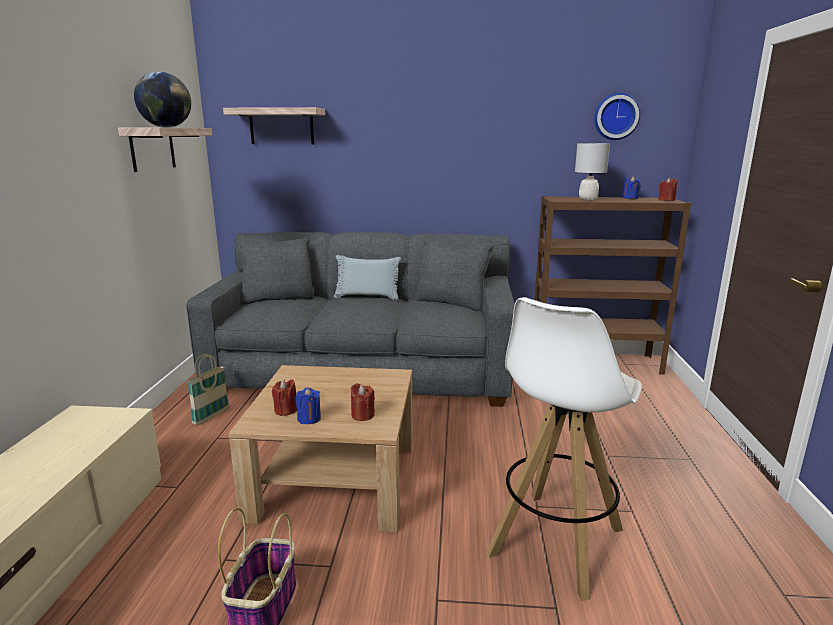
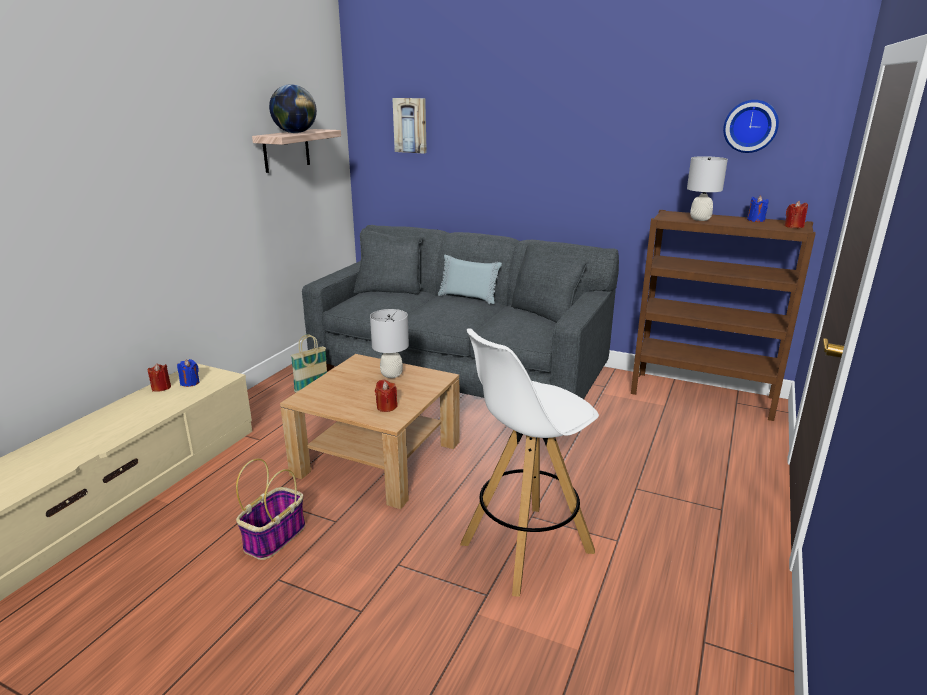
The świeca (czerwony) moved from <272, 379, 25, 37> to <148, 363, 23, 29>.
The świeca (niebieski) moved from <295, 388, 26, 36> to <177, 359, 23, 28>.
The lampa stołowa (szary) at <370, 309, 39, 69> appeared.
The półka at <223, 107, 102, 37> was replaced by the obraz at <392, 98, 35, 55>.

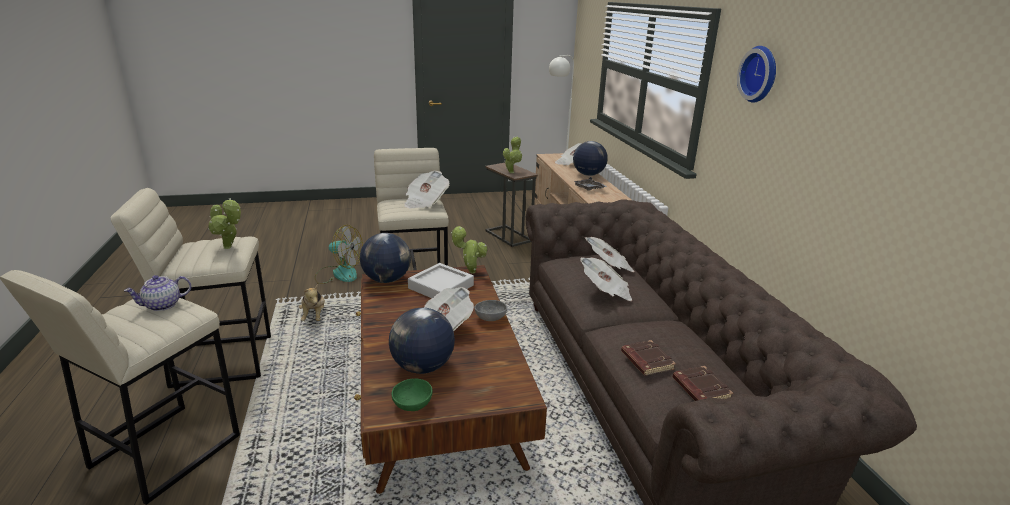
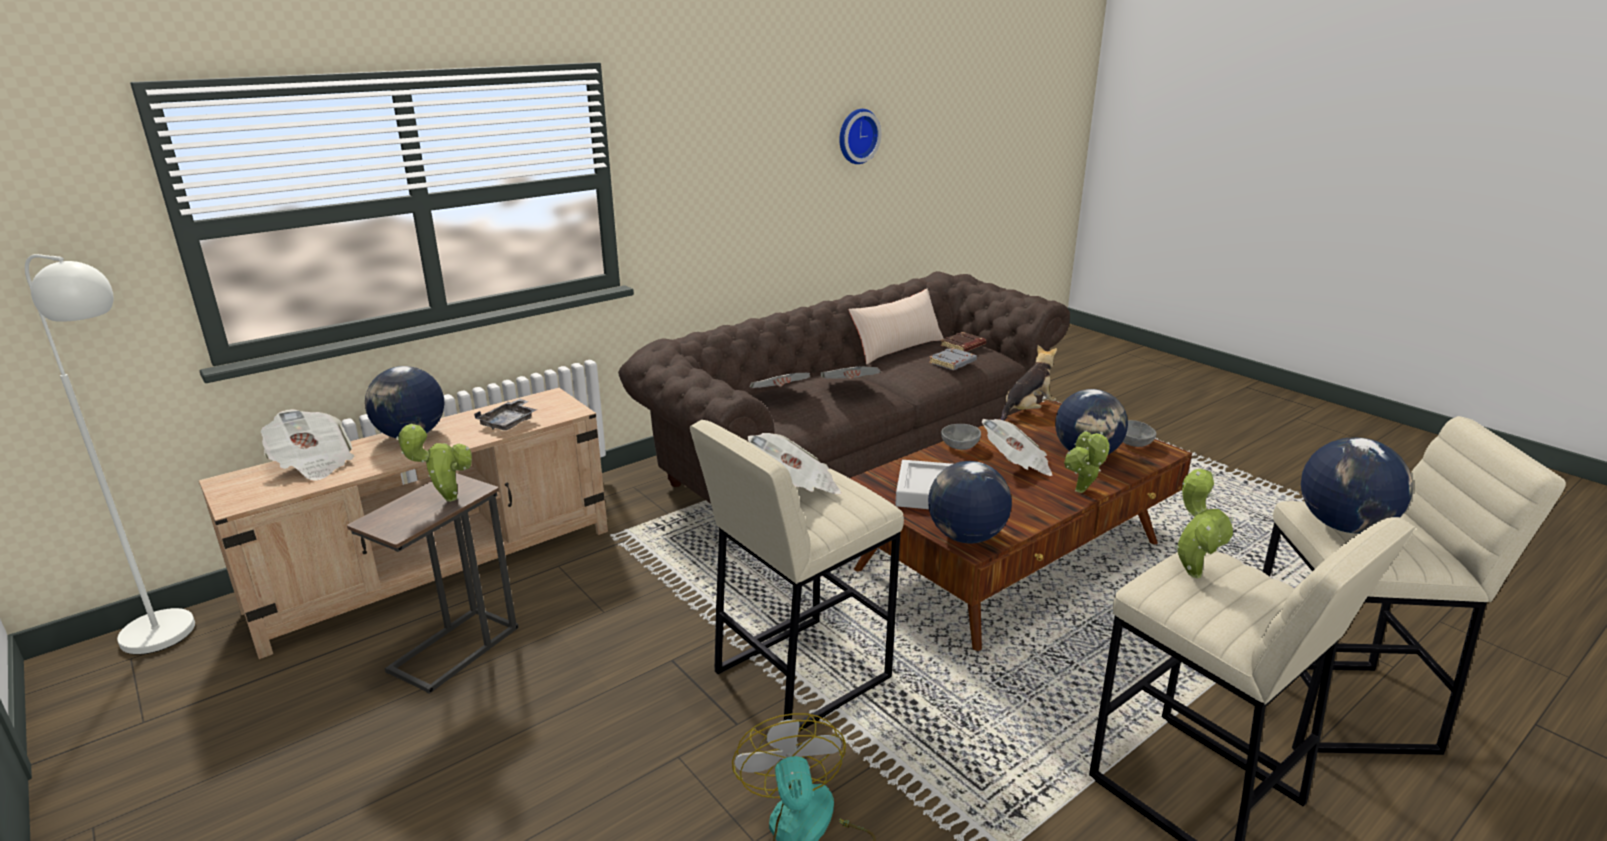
The zegar ścienny moved from <737, 46, 39, 57> to <839, 109, 42, 55>.
The poduszka (beżowy) at <849, 289, 95, 76> appeared.
The książka (brązowy) at <621, 340, 55, 36> became the książka (szary) at <929, 348, 48, 22>.
The pluszak moved from <299, 284, 26, 37> to <1000, 345, 57, 76>.
The roślina doniczkowa moved from <451, 226, 36, 48> to <1064, 431, 46, 62>.
The miska (zielony) at <392, 379, 41, 32> became the miska (szary) at <1123, 420, 33, 27>.
The imbryk at <124, 275, 67, 36> was replaced by the globus at <1301, 437, 112, 97>.

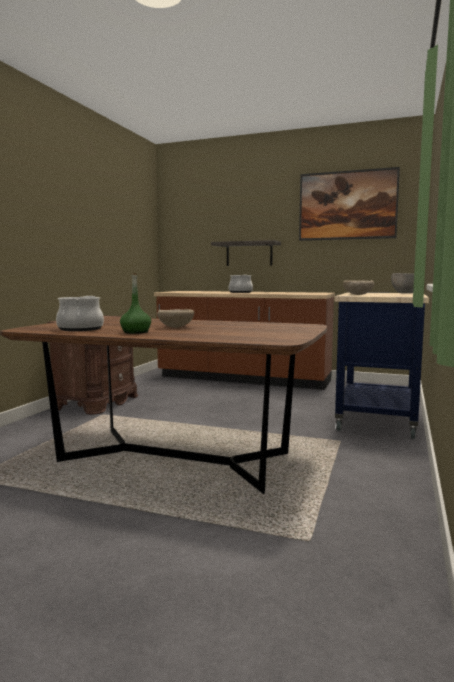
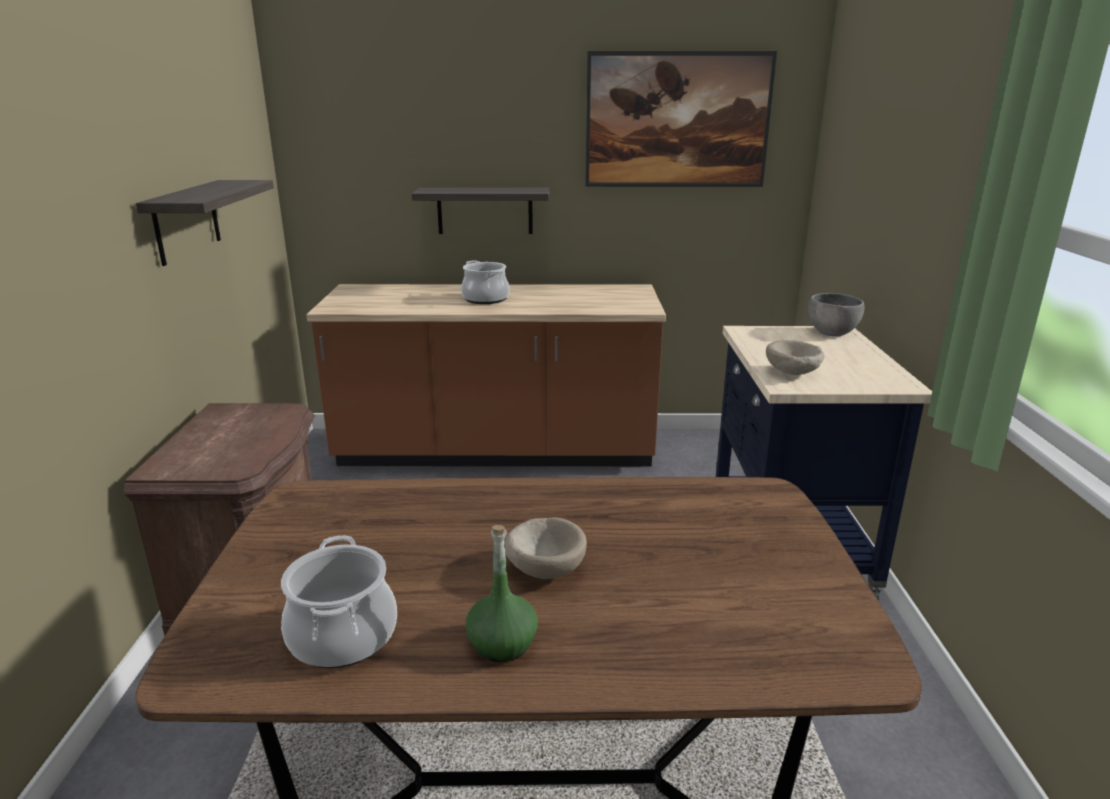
The półka at <136, 180, 138, 86> appeared.

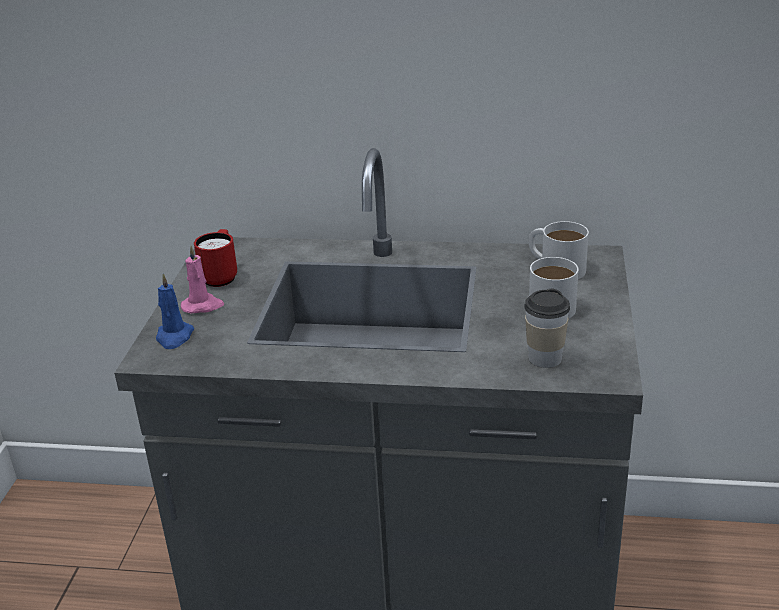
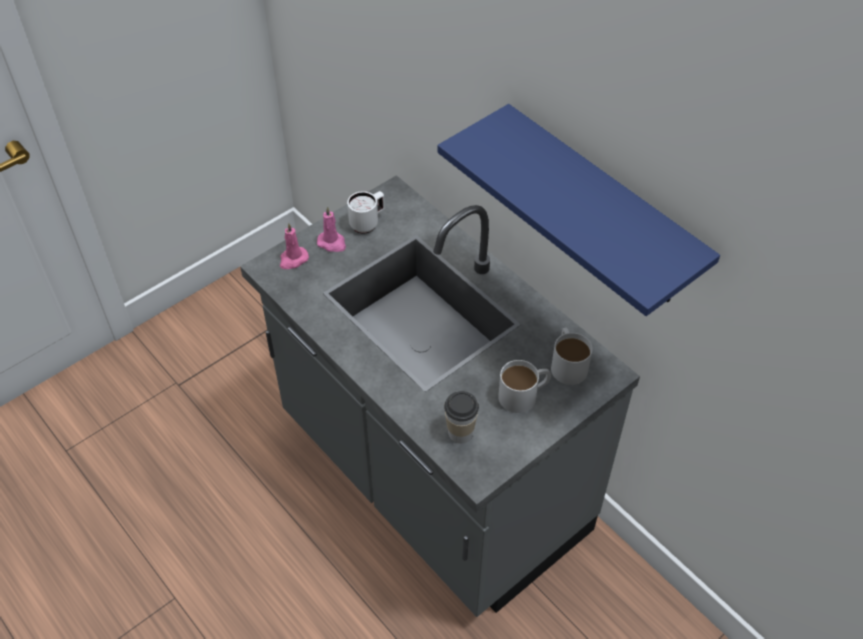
The świeca (niebieski) at <156, 274, 38, 75> became the świeca (różowy) at <280, 223, 29, 46>.
The kubek (czerwony) at <194, 229, 43, 58> became the kubek (biały) at <347, 191, 38, 43>.
The półka (niebieski) at <437, 104, 283, 212> appeared.

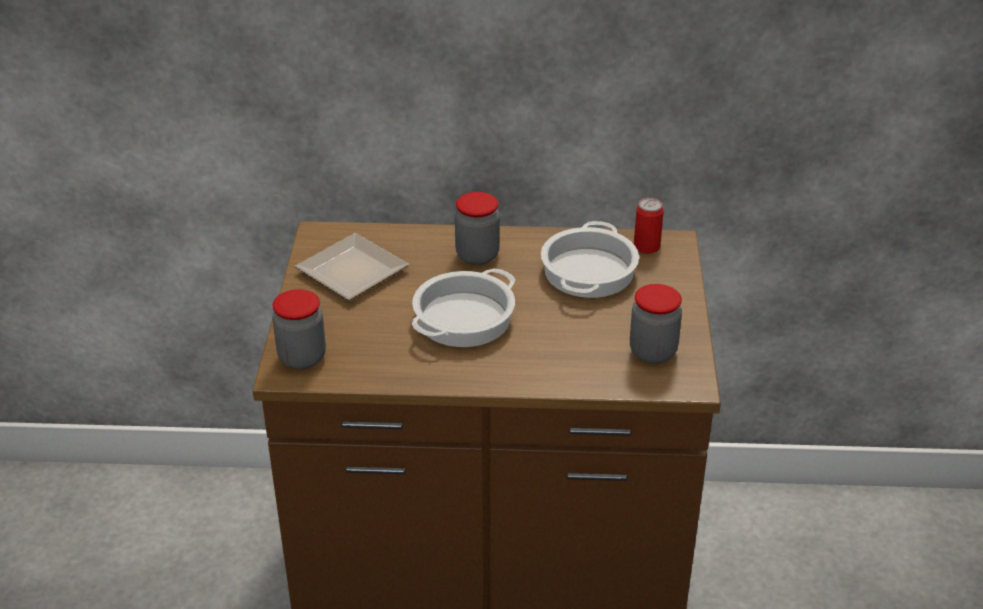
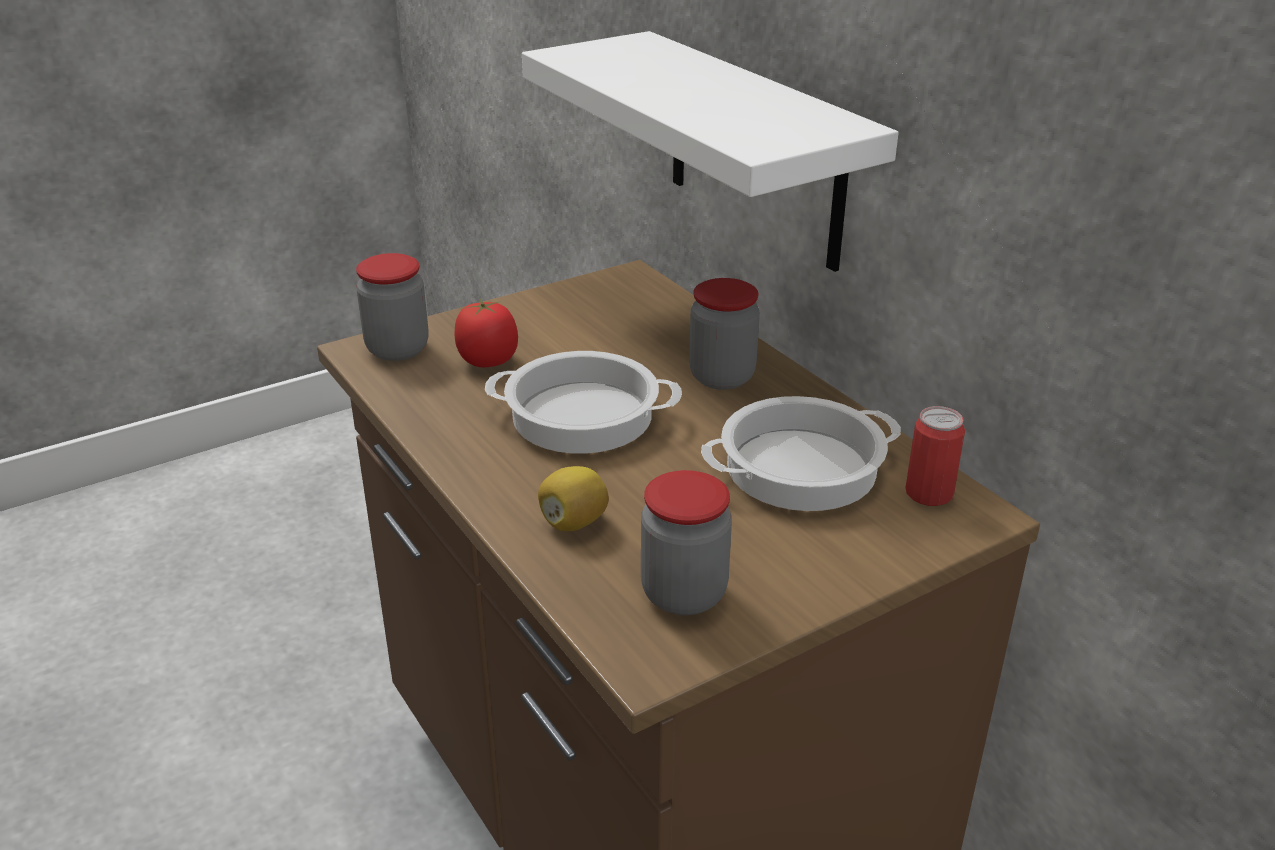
The pomidor at <454, 299, 64, 68> appeared.
The półka (biały) at <522, 31, 376, 241> appeared.
The cytryna at <538, 466, 71, 65> appeared.
The talerz at <295, 233, 114, 67> disappeared.

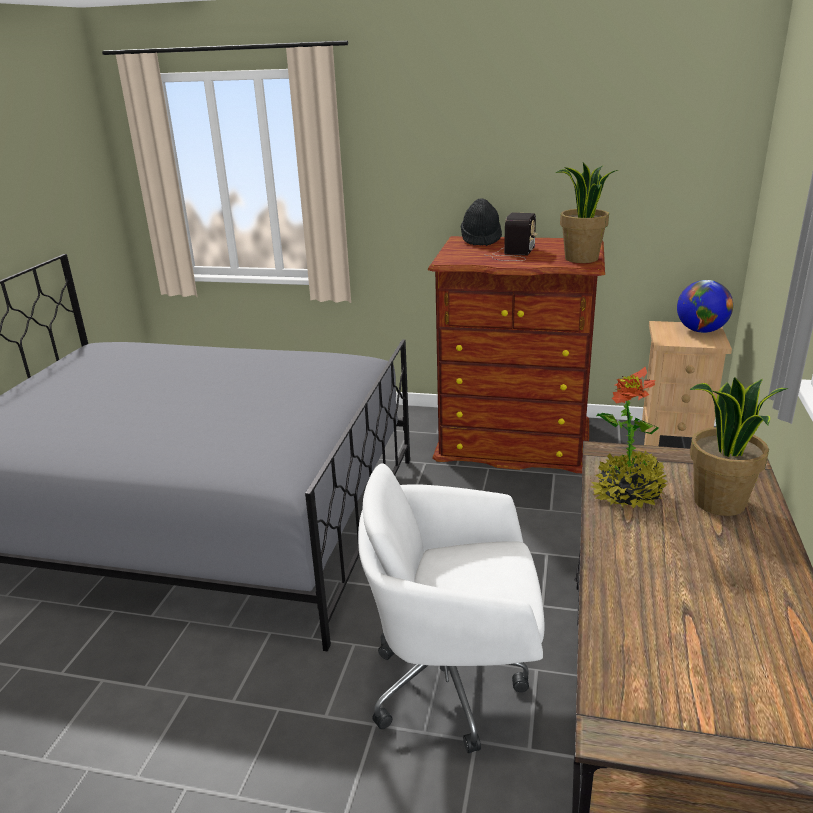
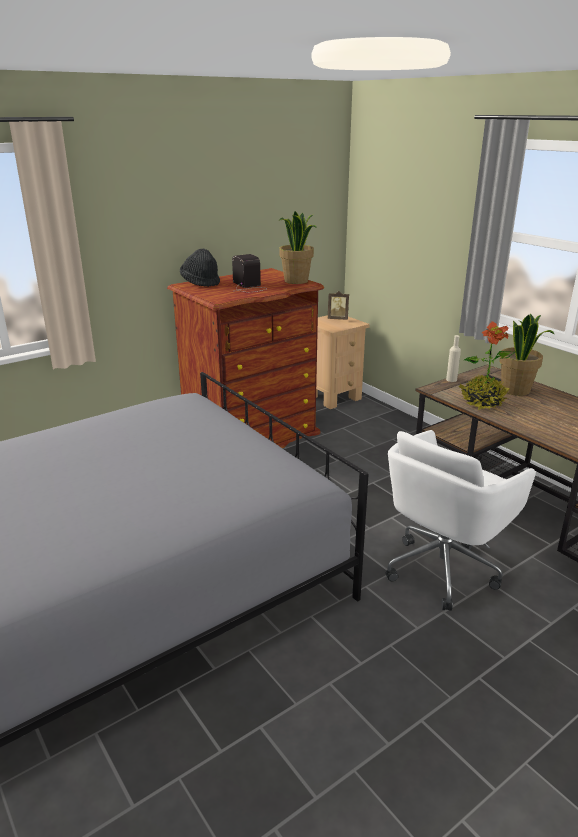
The globus at <677, 280, 56, 53> was replaced by the ramka na zdjęcie at <328, 291, 21, 29>.
The butelka (beżowy) at <446, 335, 15, 47> appeared.

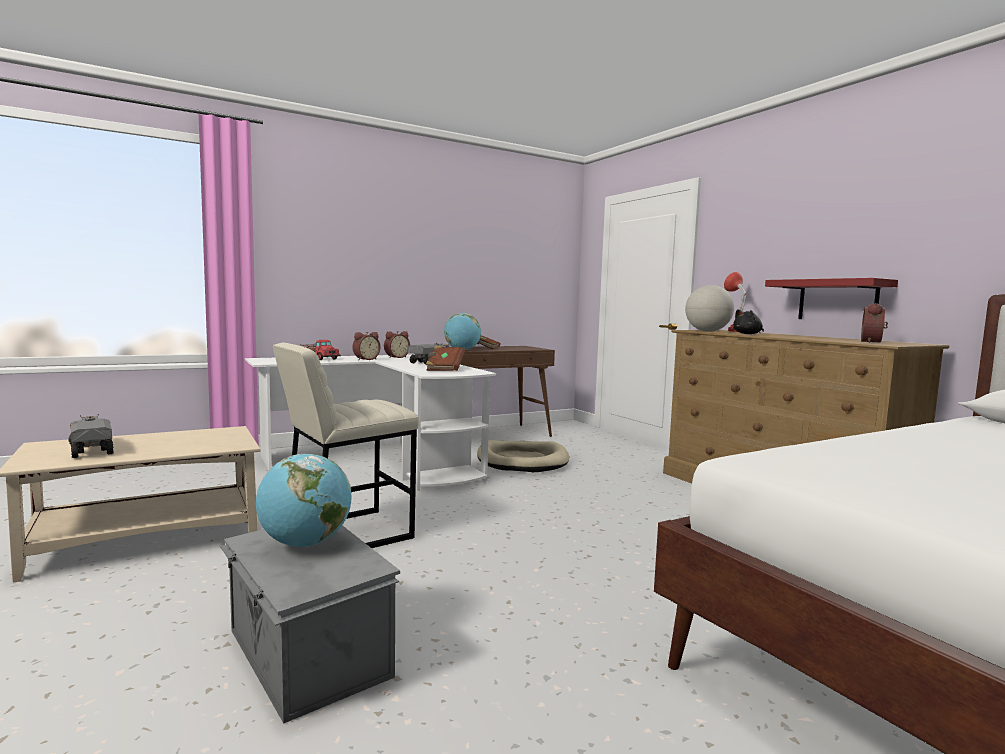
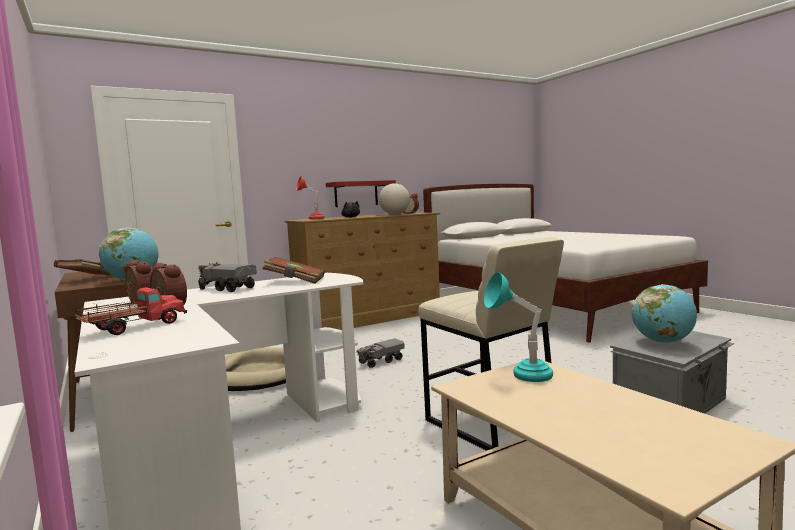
The ciężarówka zabawkowa moved from <69, 414, 45, 44> to <356, 338, 49, 30>.
The globus moved from <685, 285, 49, 47> to <379, 183, 31, 32>.
The lampa stołowa (turkusowy) at <484, 272, 69, 110> appeared.

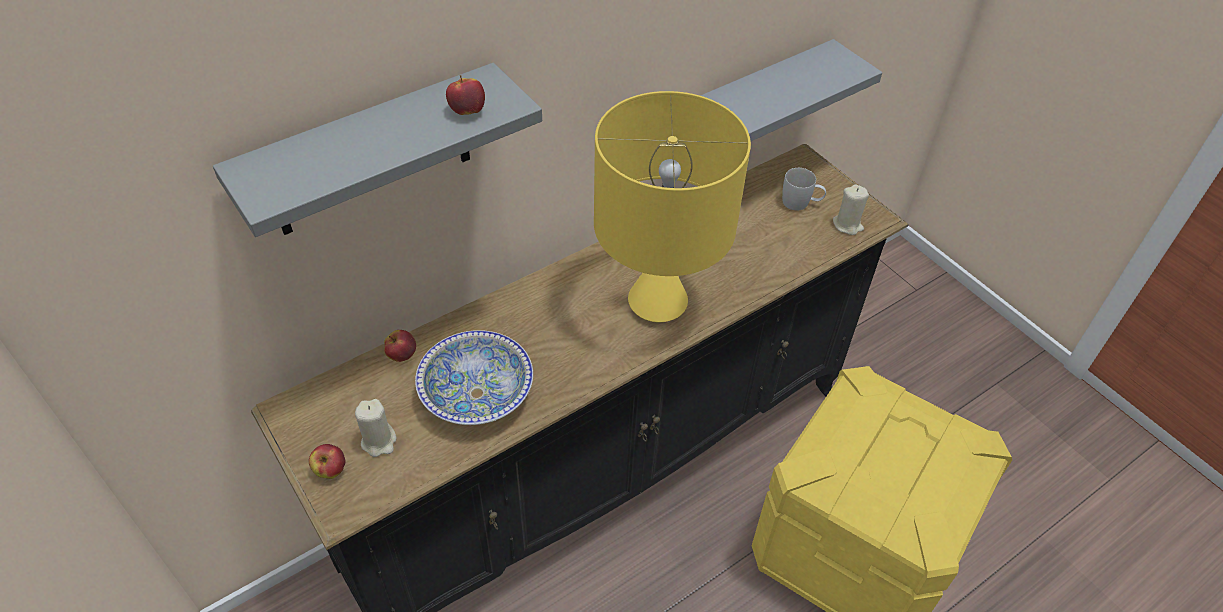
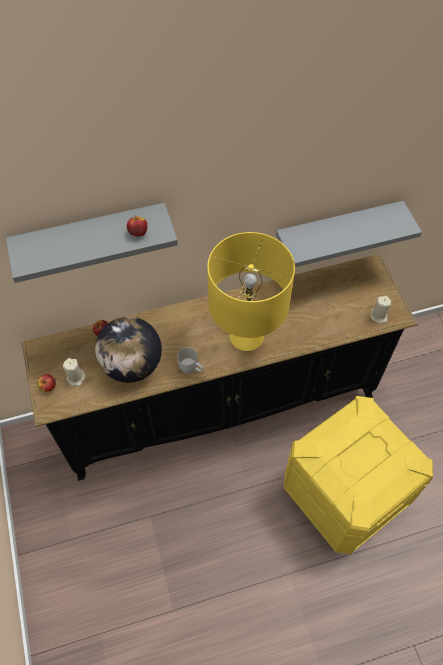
The miska at <415, 330, 118, 95> was replaced by the globus at <95, 317, 67, 66>.
The kubek (biały) moved from <782, 168, 44, 42> to <177, 347, 26, 26>.

